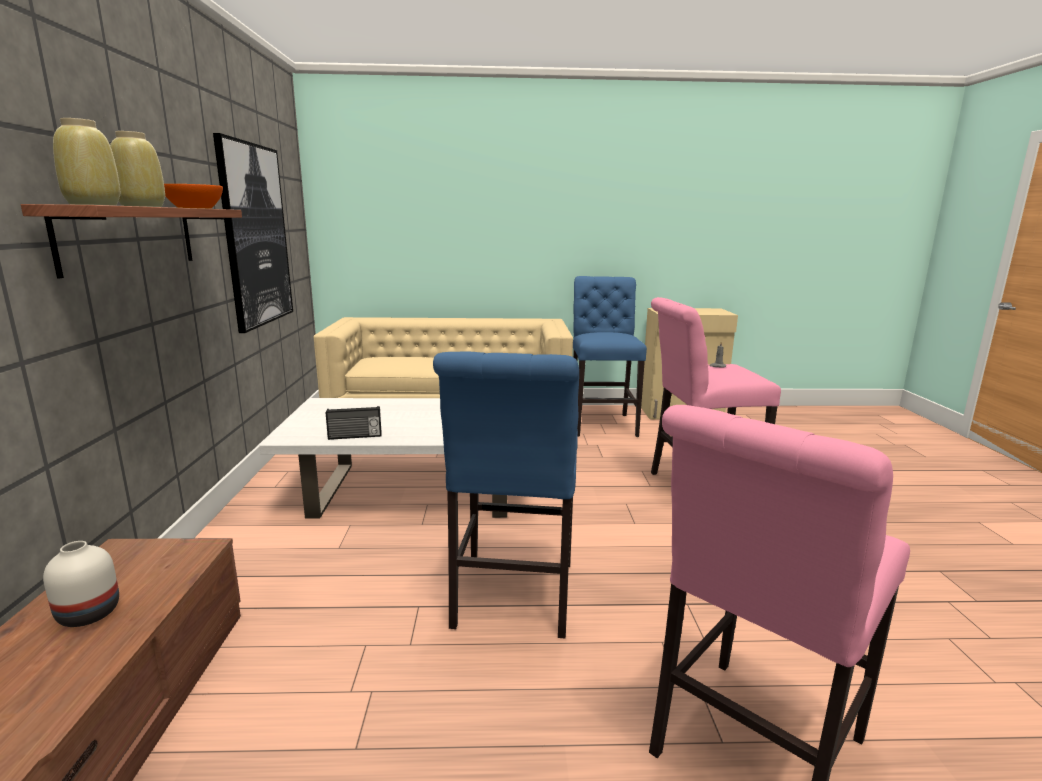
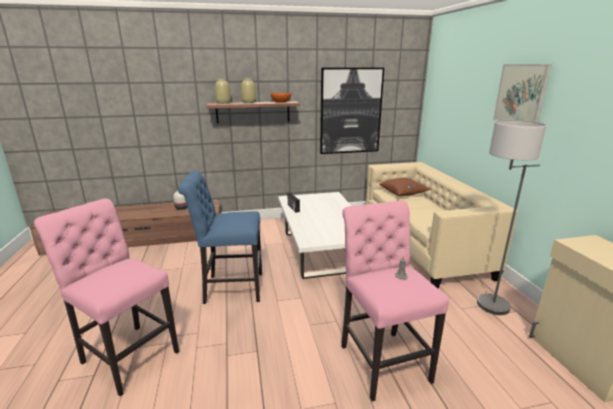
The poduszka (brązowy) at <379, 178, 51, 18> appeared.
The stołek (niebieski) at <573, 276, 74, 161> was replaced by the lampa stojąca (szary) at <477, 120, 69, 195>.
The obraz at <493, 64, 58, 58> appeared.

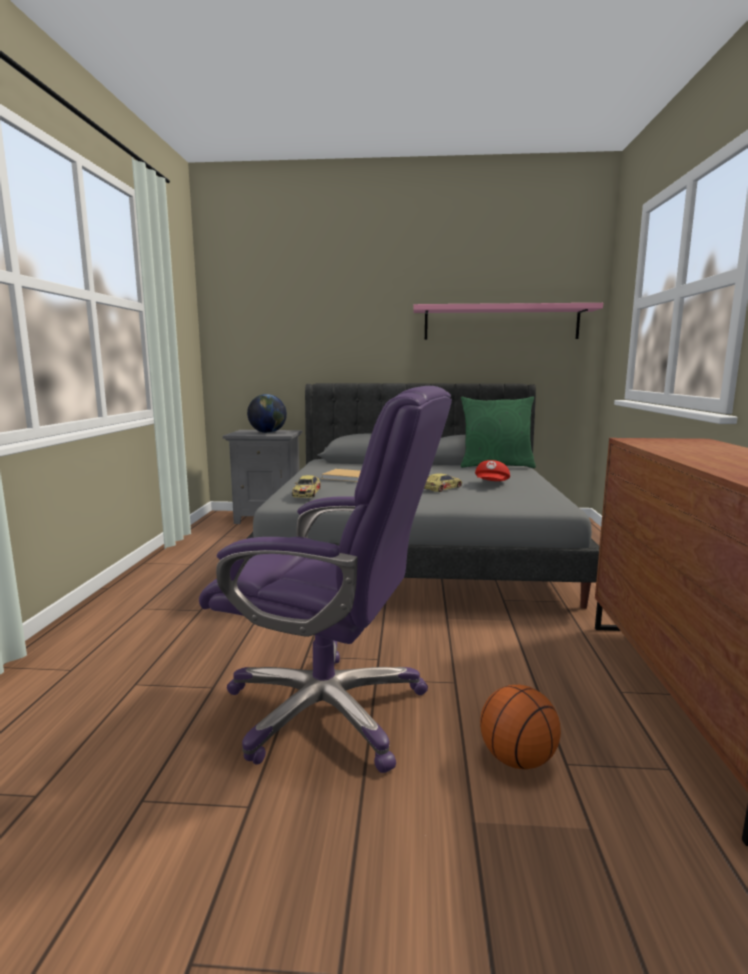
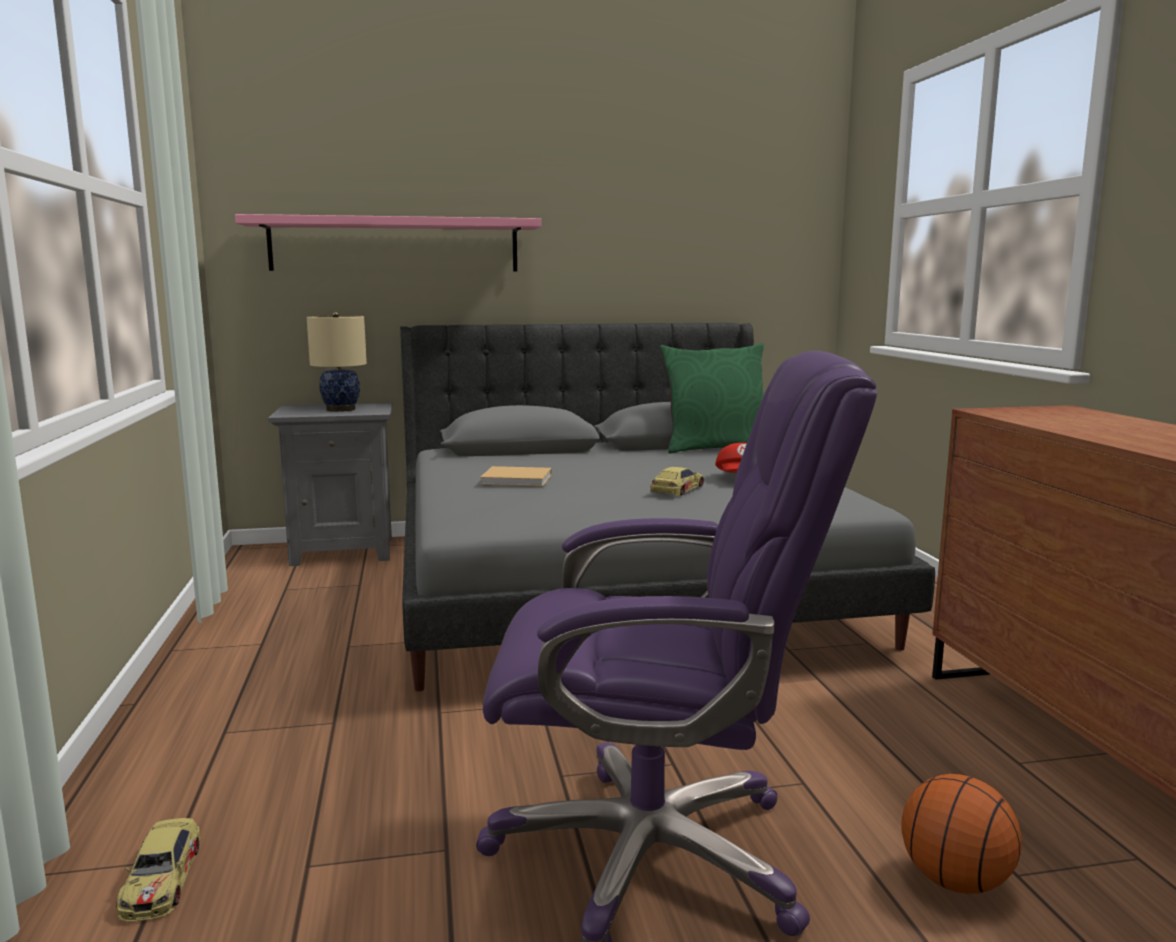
The samochodzik moved from <292, 475, 29, 23> to <117, 818, 83, 103>.
The półka (różowy) moved from <413, 303, 190, 37> to <235, 214, 306, 57>.
The globus at <247, 394, 40, 39> was replaced by the lampa stołowa (beżowy) at <307, 312, 60, 100>.

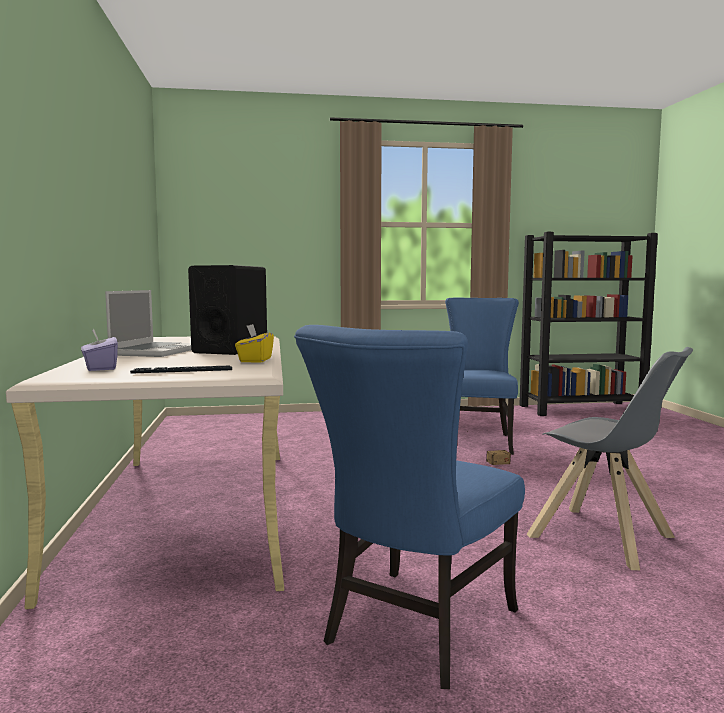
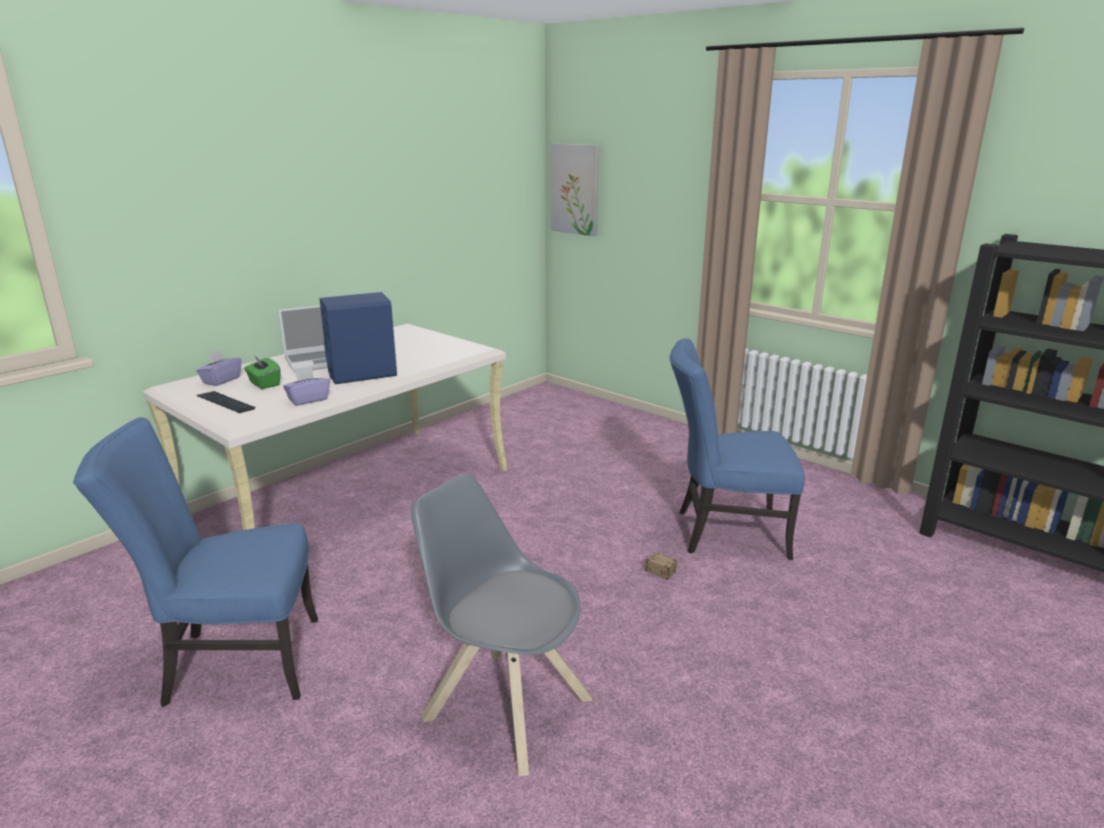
The pudełko chusteczek (zielony) at <244, 355, 37, 34> appeared.
The pudełko chusteczek (żółty) at <235, 324, 39, 38> became the pudełko chusteczek (fioletowy) at <283, 368, 47, 38>.
The głośnik (czarny) at <188, 265, 79, 90> became the głośnik (niebieski) at <320, 292, 77, 92>.
The krzesło (szary) at <527, 347, 166, 223> turned 120 degrees clockwise.
The obraz at <551, 143, 48, 93> appeared.
The krzesło (niebieski) at <445, 298, 74, 157> turned 150 degrees counterclockwise.

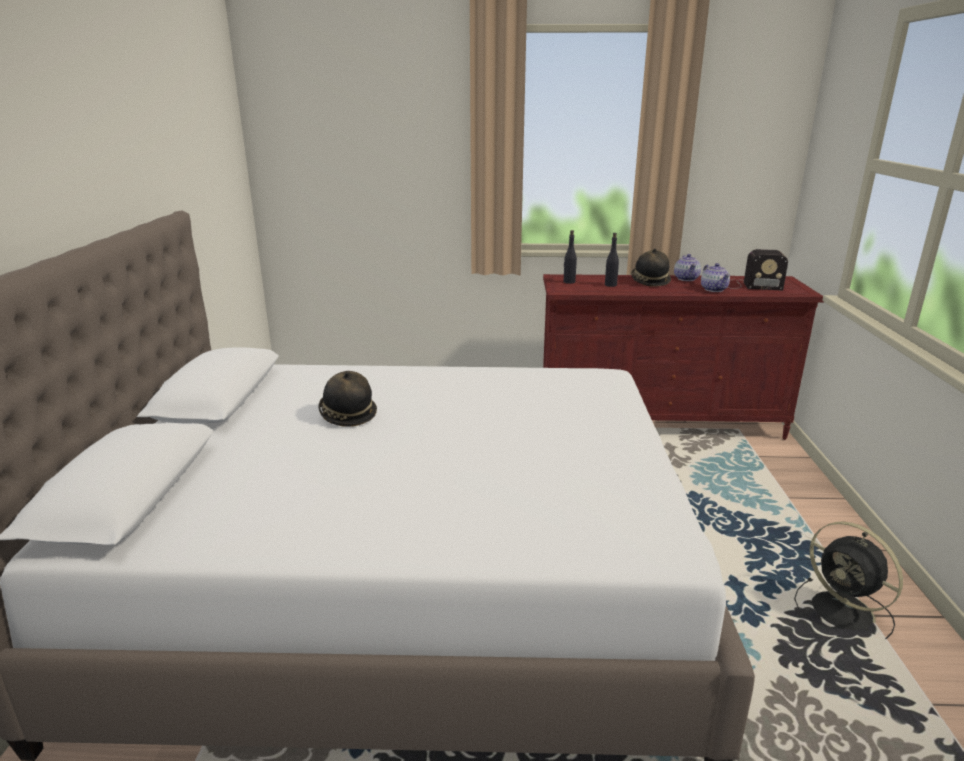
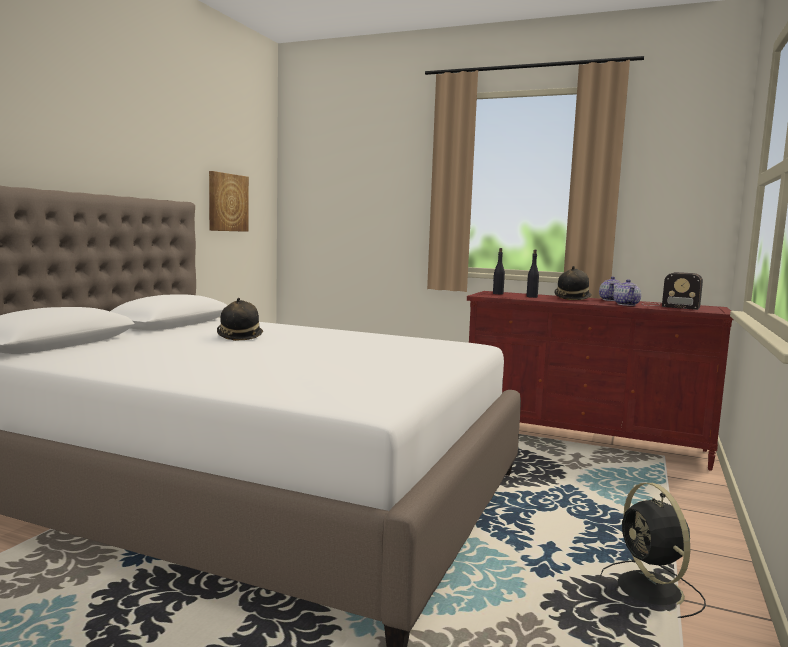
The obraz at <209, 171, 40, 61> appeared.

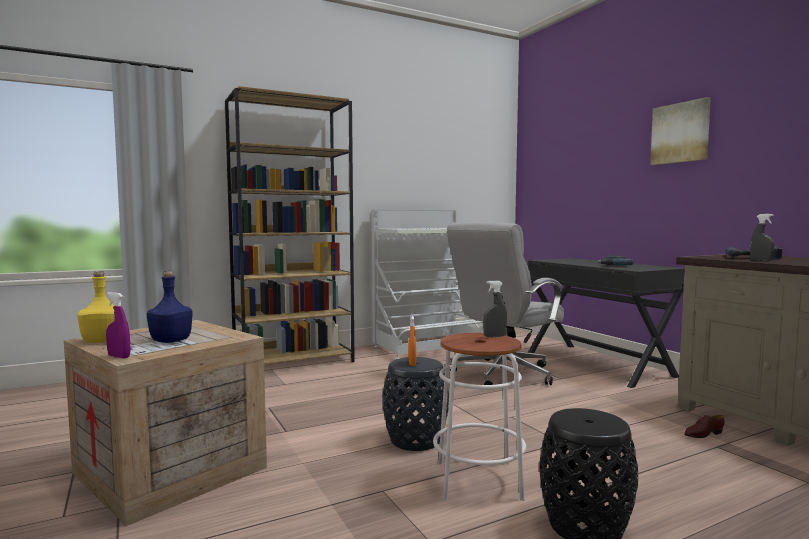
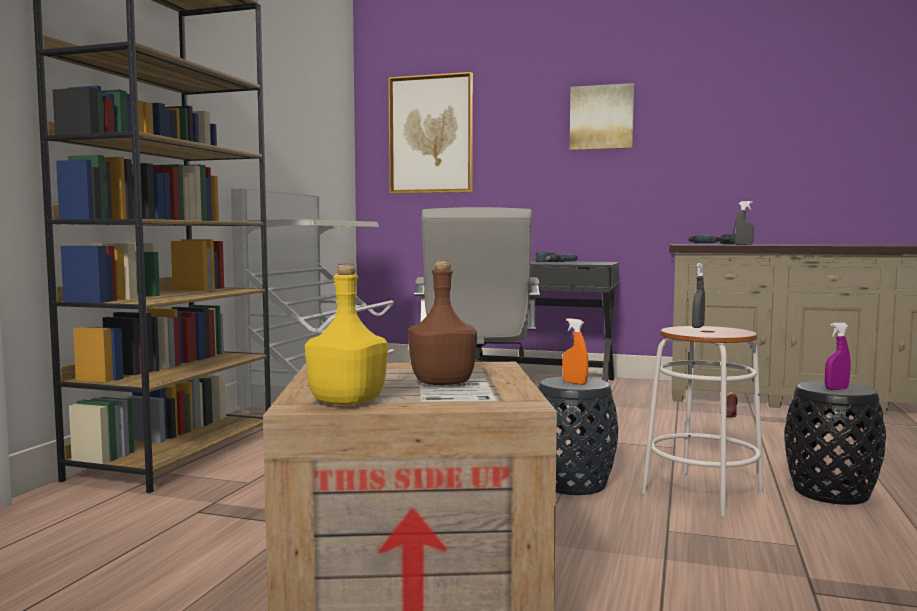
The obraz at <388, 72, 85, 122> appeared.
The butelka (niebieski) at <147, 271, 46, 72> became the butelka (brązowy) at <408, 260, 69, 125>.
The spryskiwacz (fioletowy) moved from <106, 292, 24, 66> to <825, 322, 26, 68>.

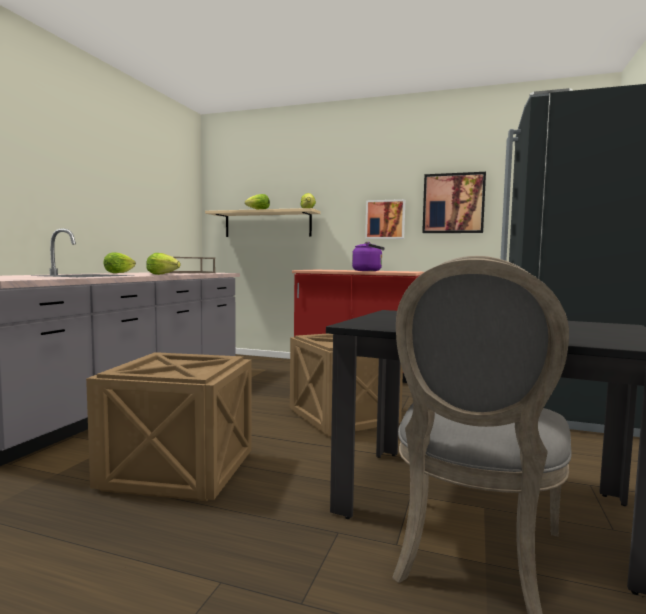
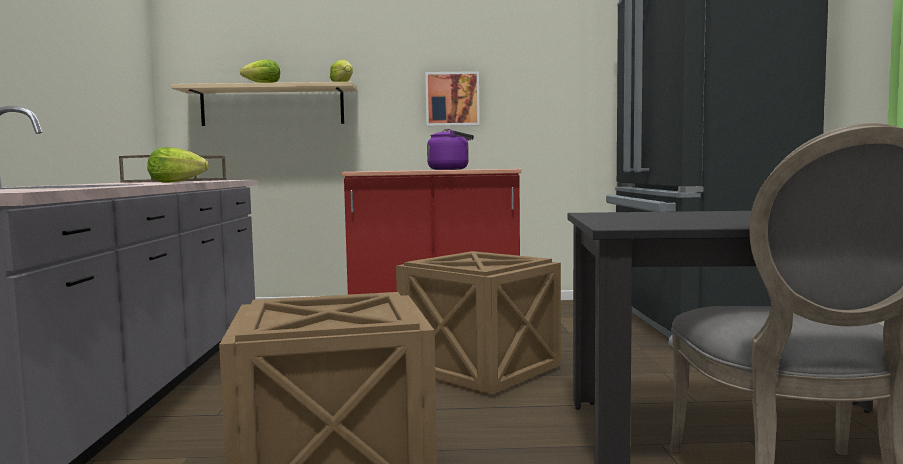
The sałata at <103, 252, 33, 21> disappeared.
The obraz at <422, 172, 64, 61> disappeared.

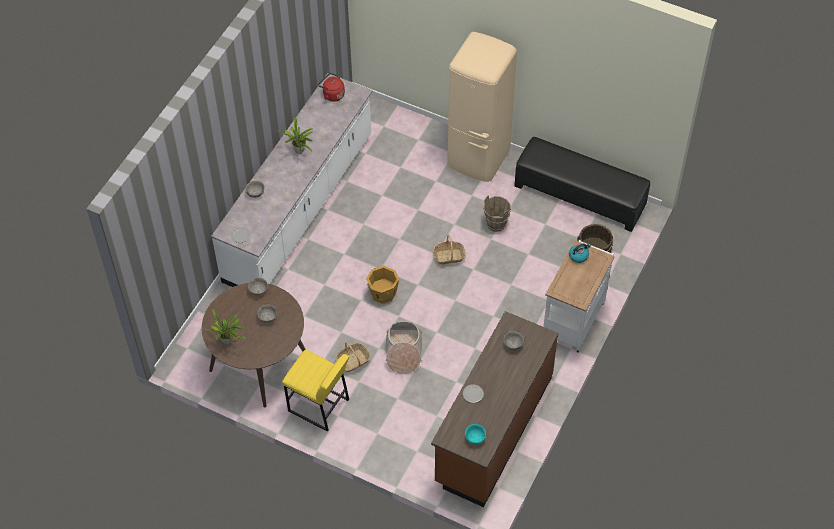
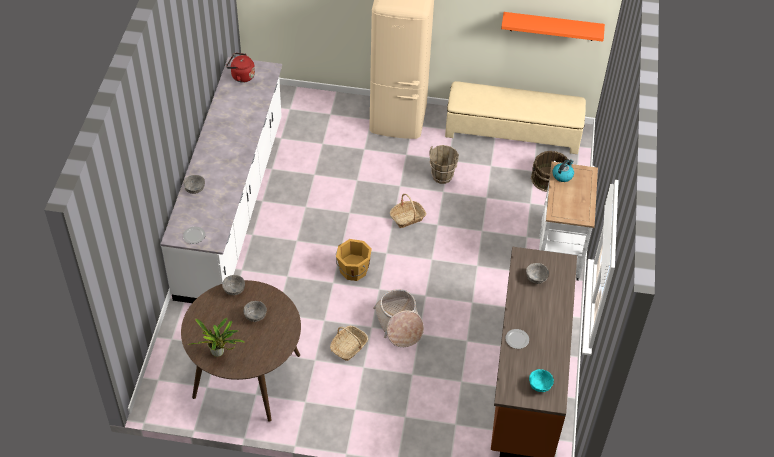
The ławka (czarny) at <514, 137, 136, 95> became the ławka (beżowy) at <445, 81, 141, 73>.
The półka (pomarańczowy) at <501, 12, 104, 30> appeared.
The roślina doniczkowa at <277, 118, 36, 36> disappeared.
The krzesło (żółty) at <282, 350, 68, 81> disappeared.

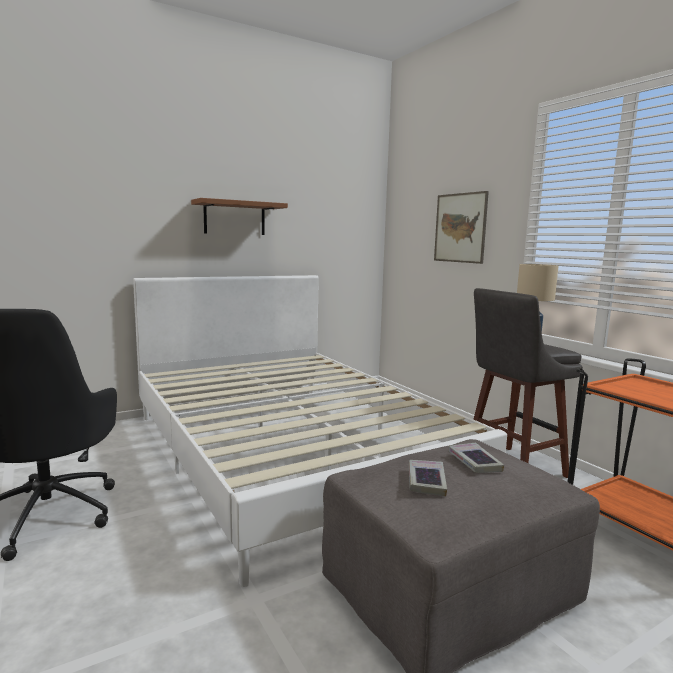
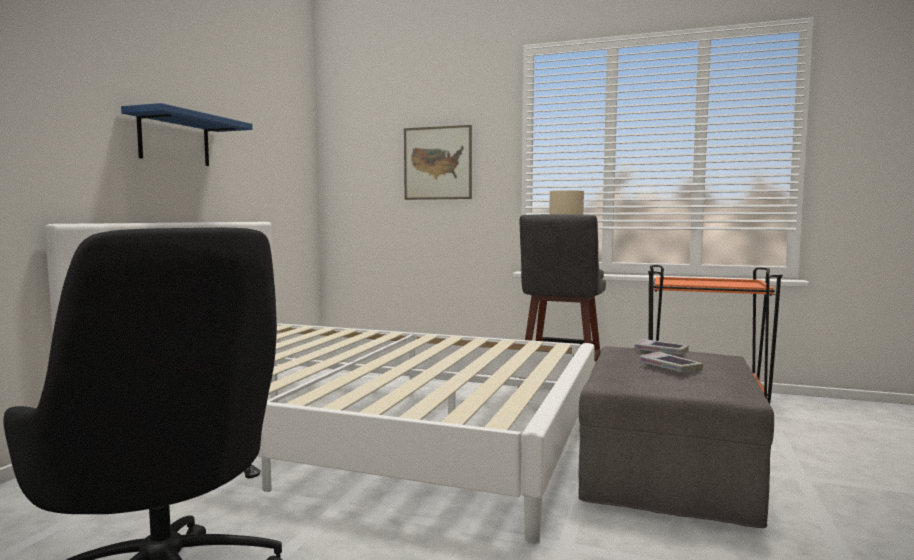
The półka (brązowy) at <191, 198, 97, 37> became the półka (niebieski) at <121, 103, 132, 63>.

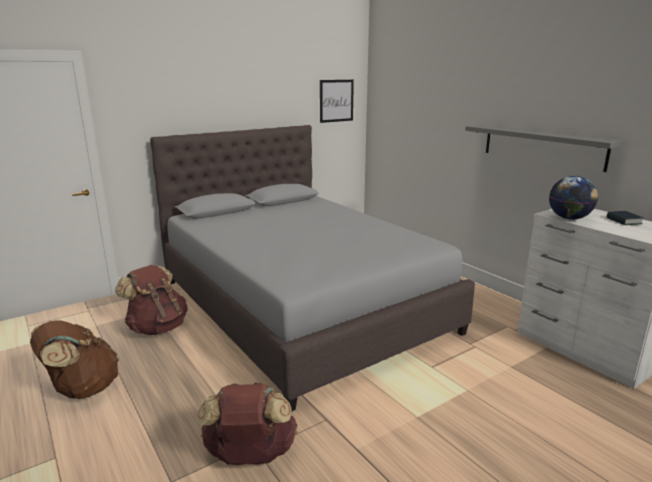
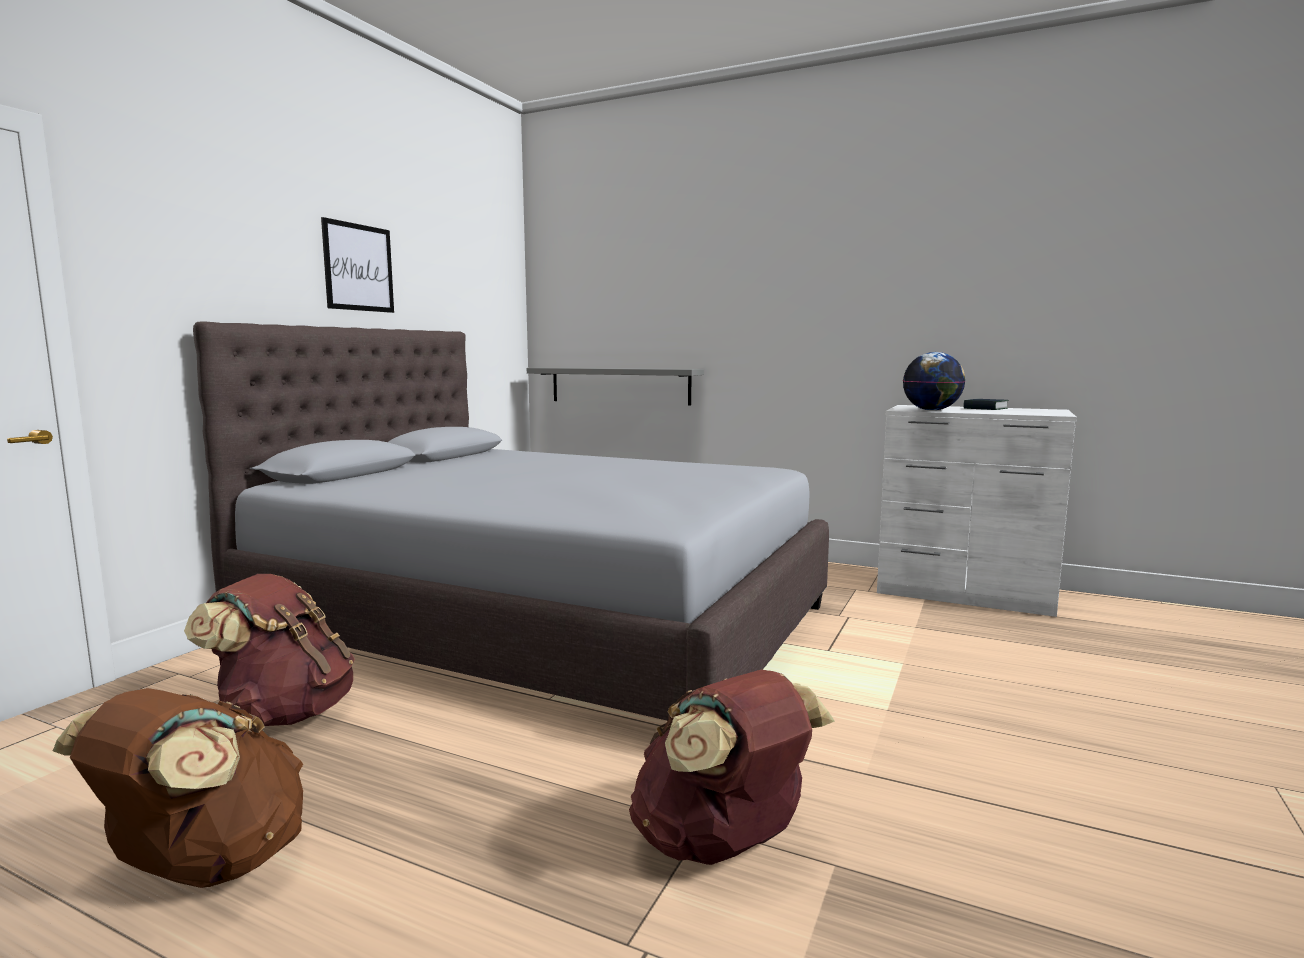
The obraz moved from <320, 80, 34, 43> to <321, 217, 73, 96>.
The półka (szary) moved from <465, 125, 161, 47> to <527, 367, 177, 39>.

